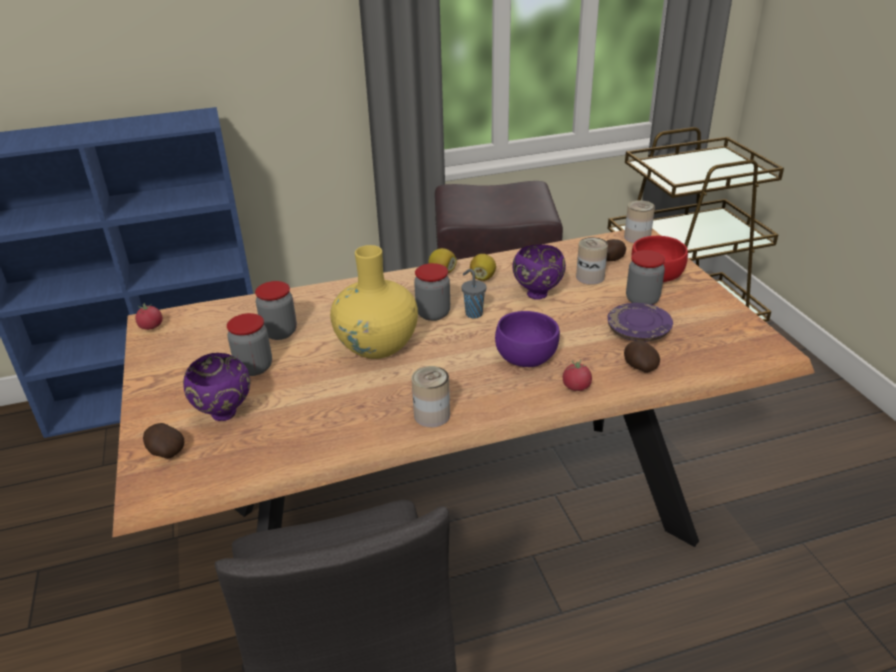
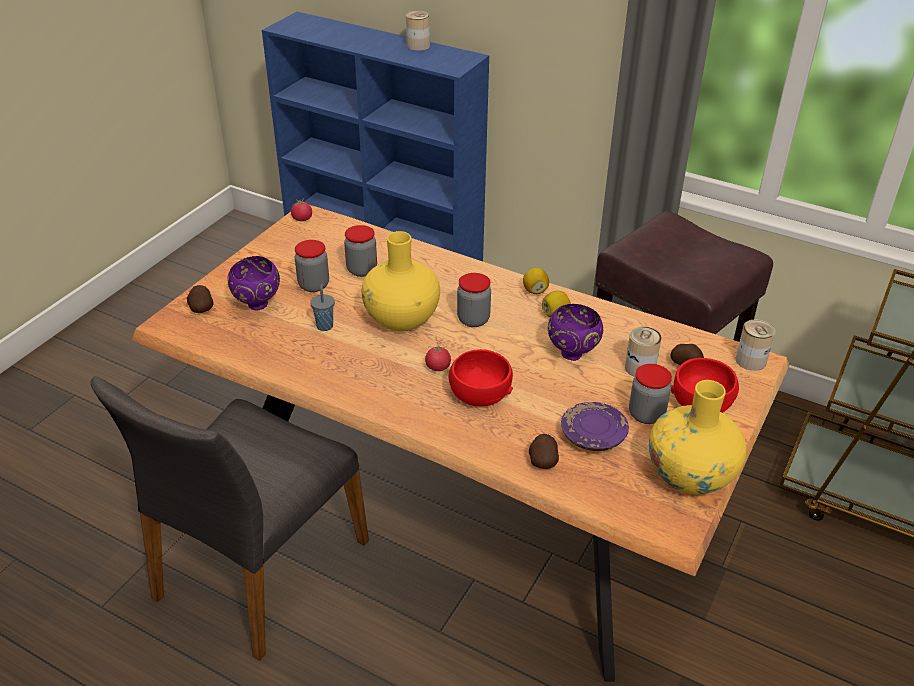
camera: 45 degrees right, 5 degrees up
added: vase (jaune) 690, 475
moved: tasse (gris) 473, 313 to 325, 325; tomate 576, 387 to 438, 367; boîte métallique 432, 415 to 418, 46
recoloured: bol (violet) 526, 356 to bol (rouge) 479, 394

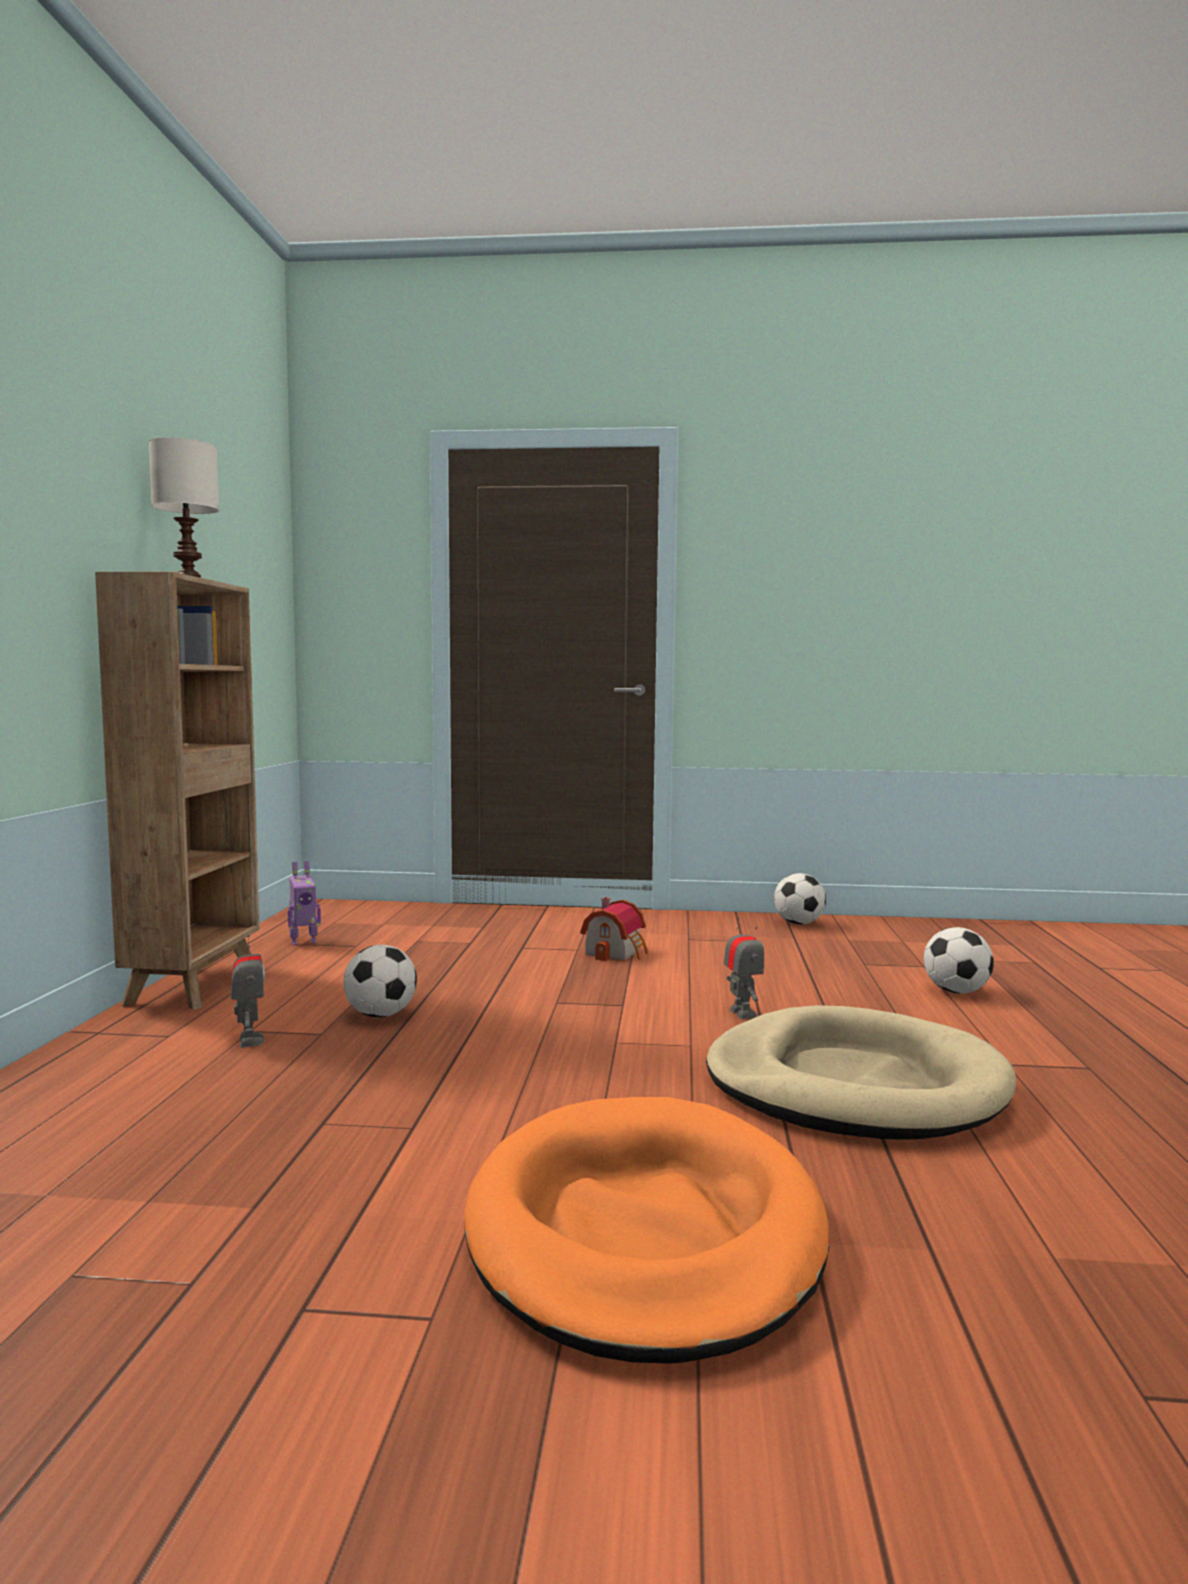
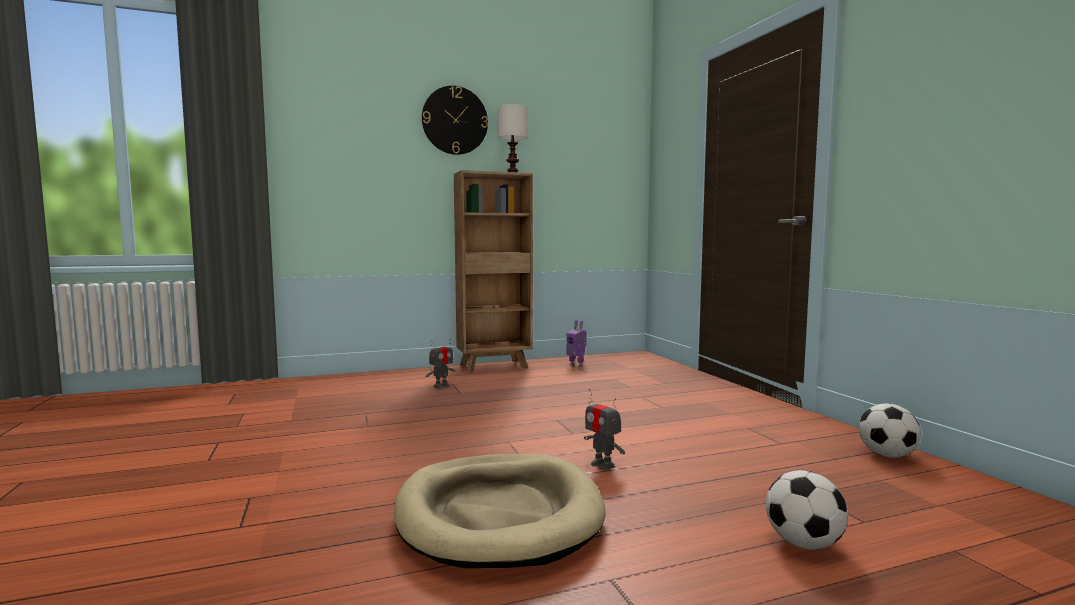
camera: 65 degrees right, 0 degrees up
removed: maison miniature 617, 952; ballon de foot 380, 1015; panier pour chien (orange) 644, 1231
added: horloge murale 455, 120
turned: robot jouet 742, 1013 = 602, 465 90 degrees clockwise

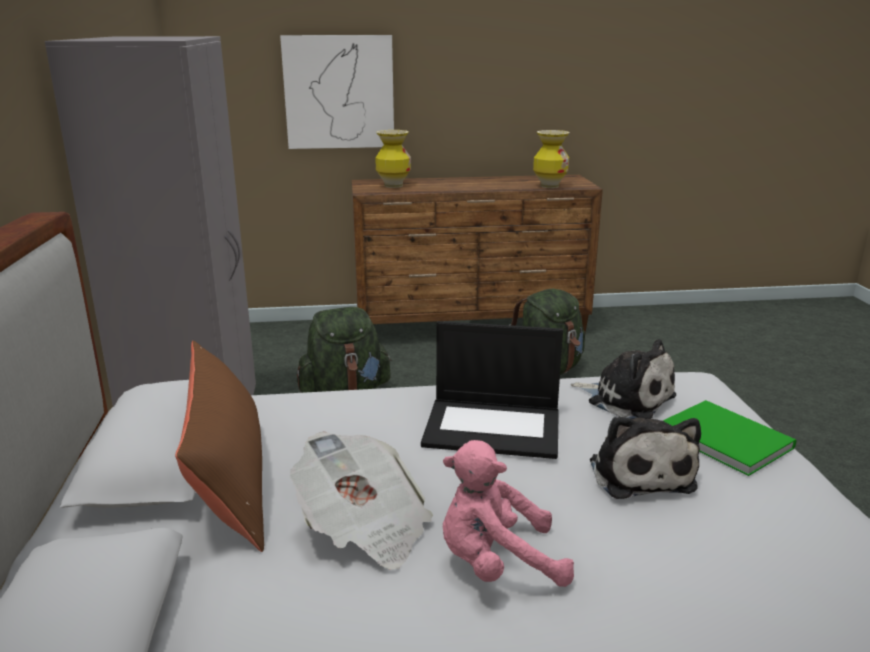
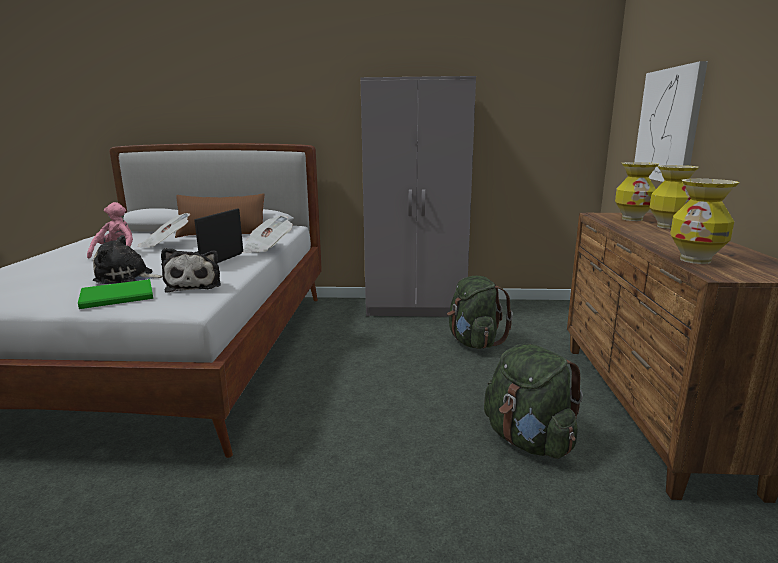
camera: 100 degrees right, 5 degrees down
added: vase 668, 226; journal 266, 248
turned: peluche 626, 398 = 195, 285 60 degrees counterclockwise

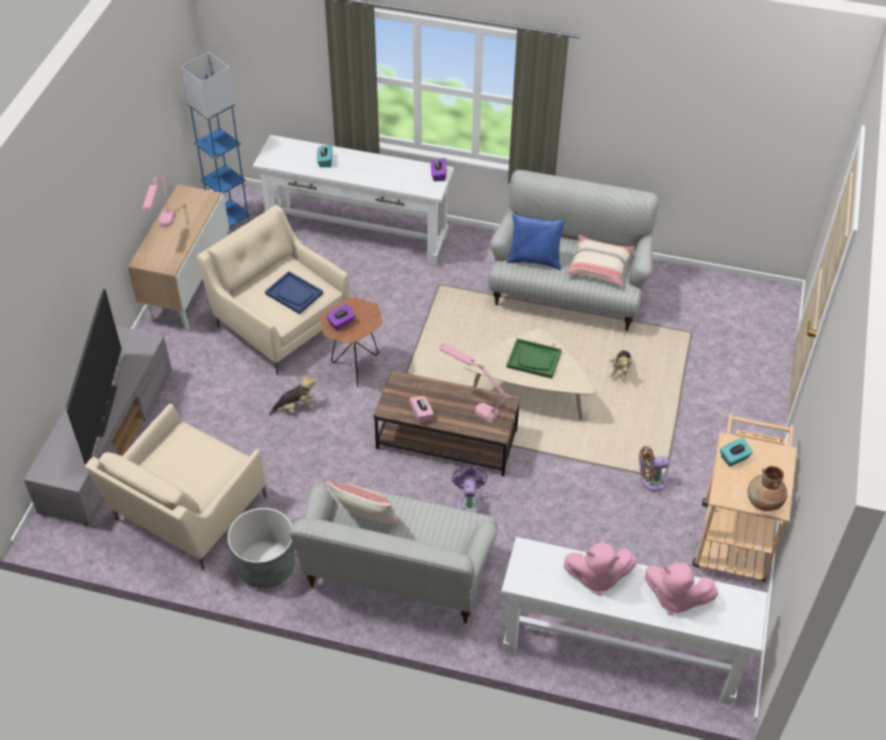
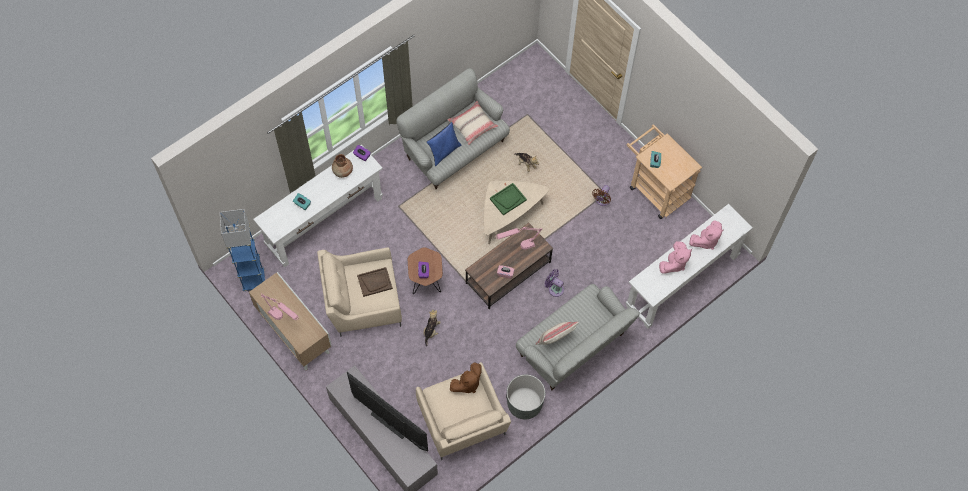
camera: 55 degrees left, 15 degrees up
added: peluche (marron) 467, 384
moved: vase (marron) 764, 502 to 343, 171
recoloured: plateau (bleu) 294, 294 to plateau (marron) 375, 282

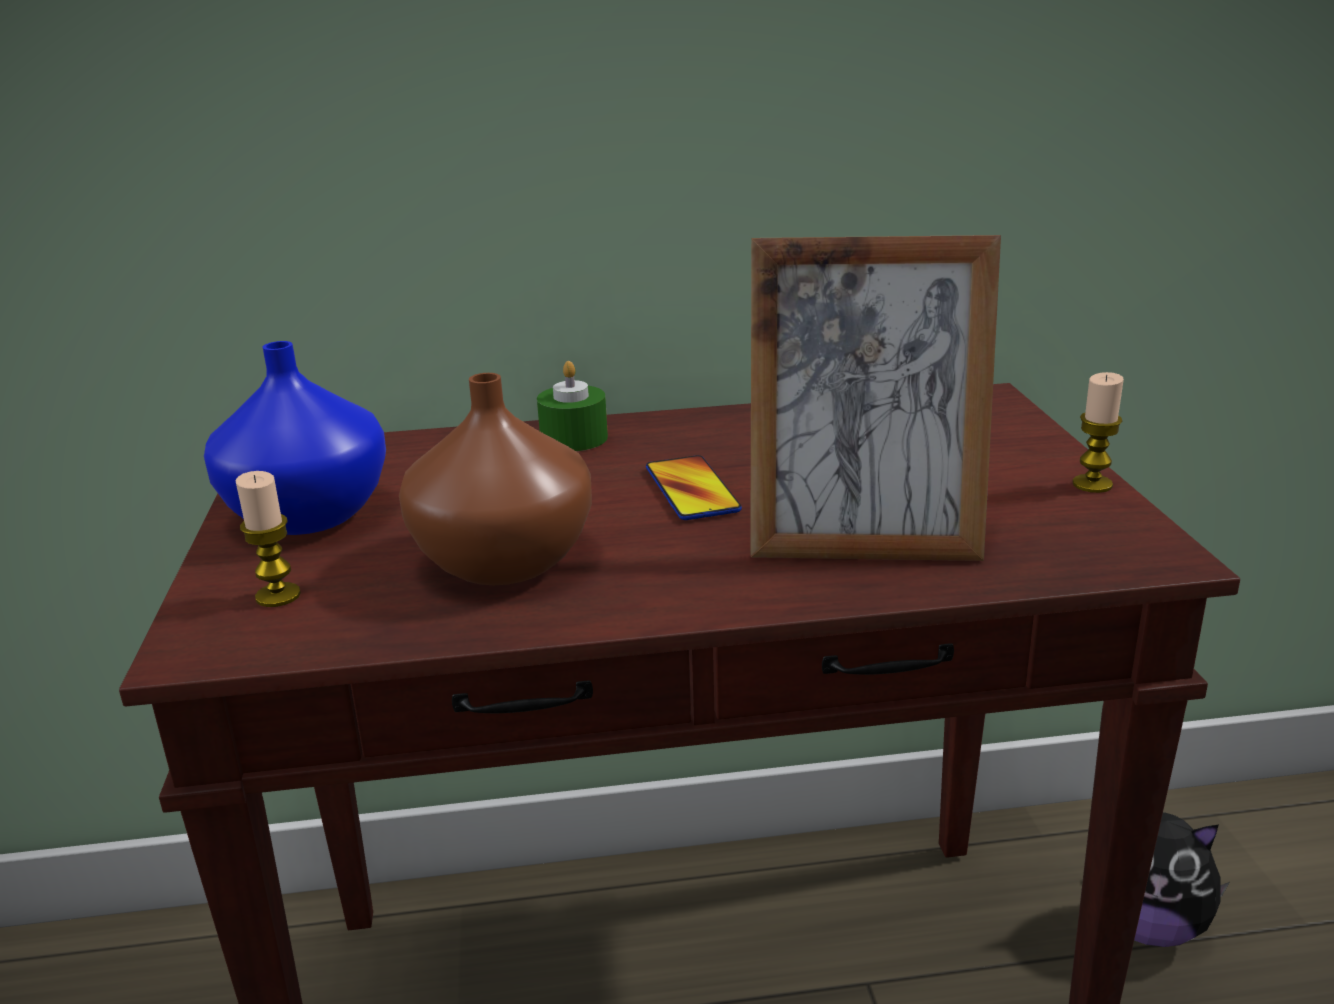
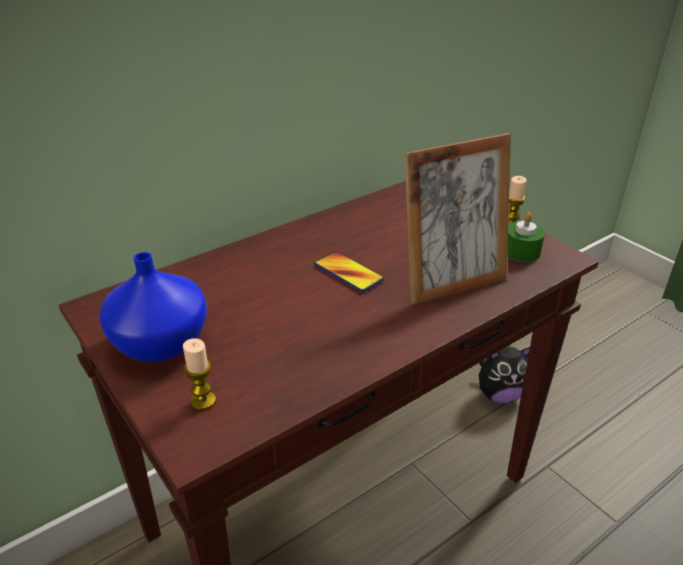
camera: 30 degrees left, 10 degrees up
removed: vase (marron) 500, 561
moved: bougie (vert) 574, 438 to 521, 251

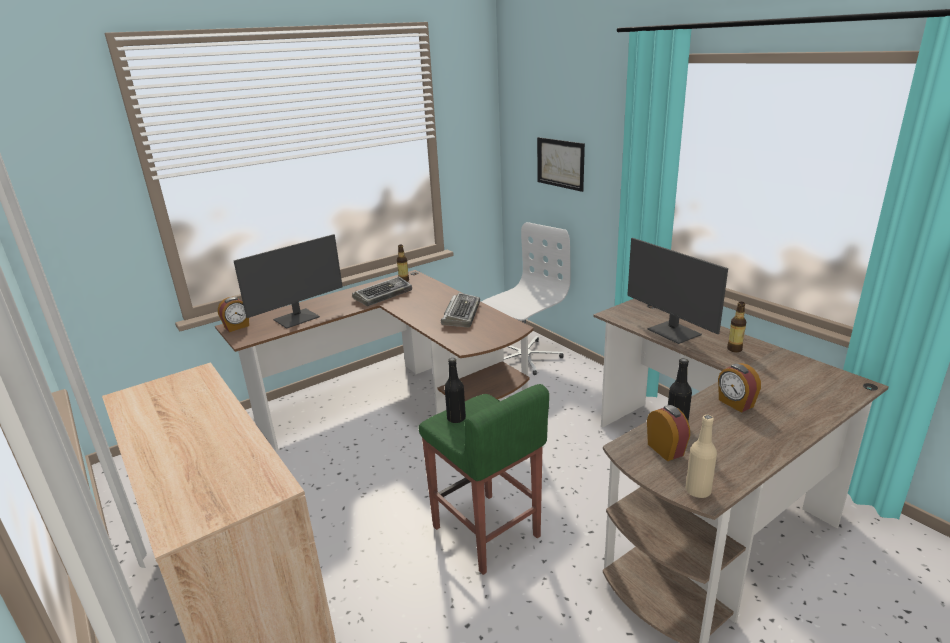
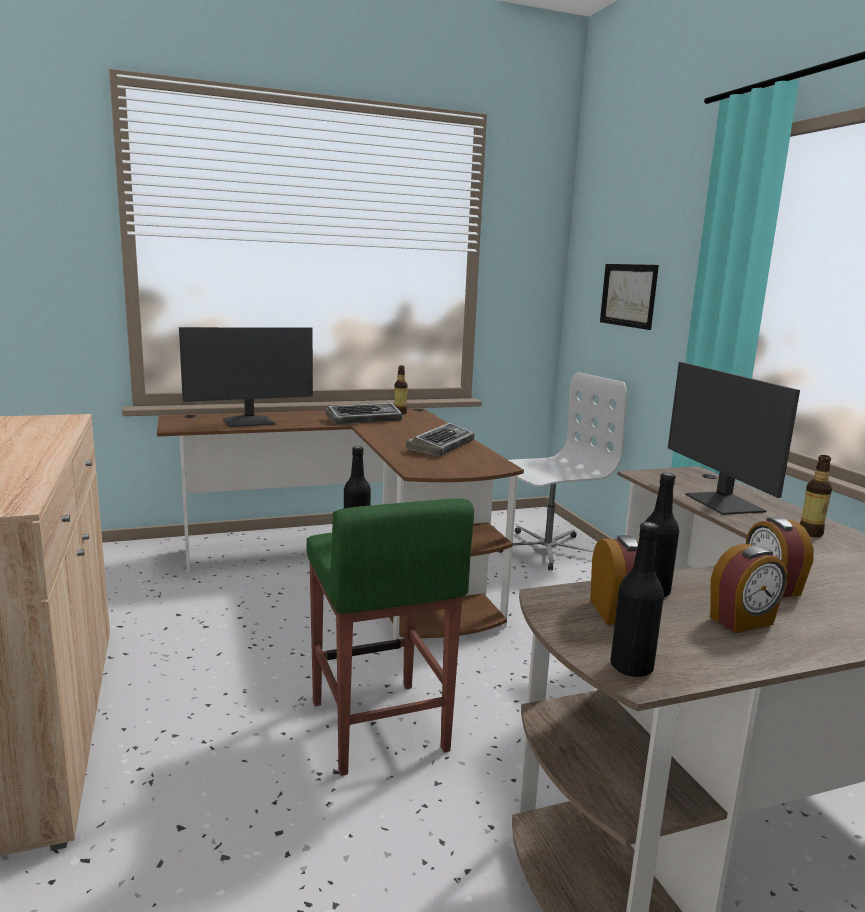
camera: 15 degrees right, 10 degrees down
moved: réveil 237, 327 to 742, 621
recoloured: bouteille (beige) 698, 491 to bouteille (noir) 631, 667

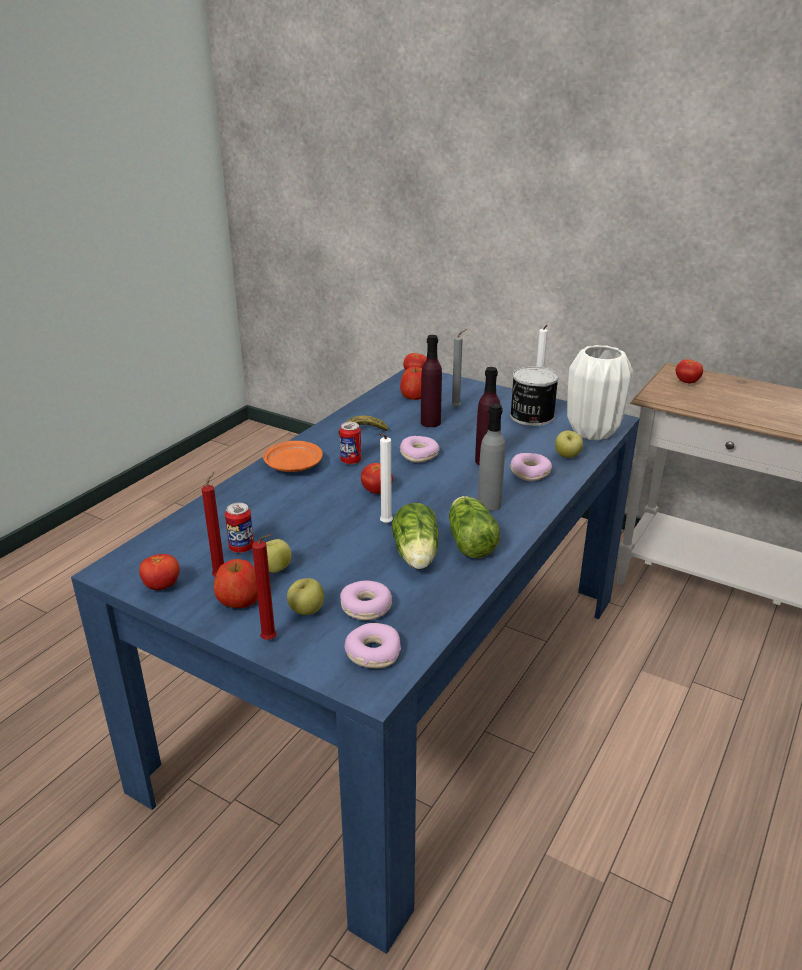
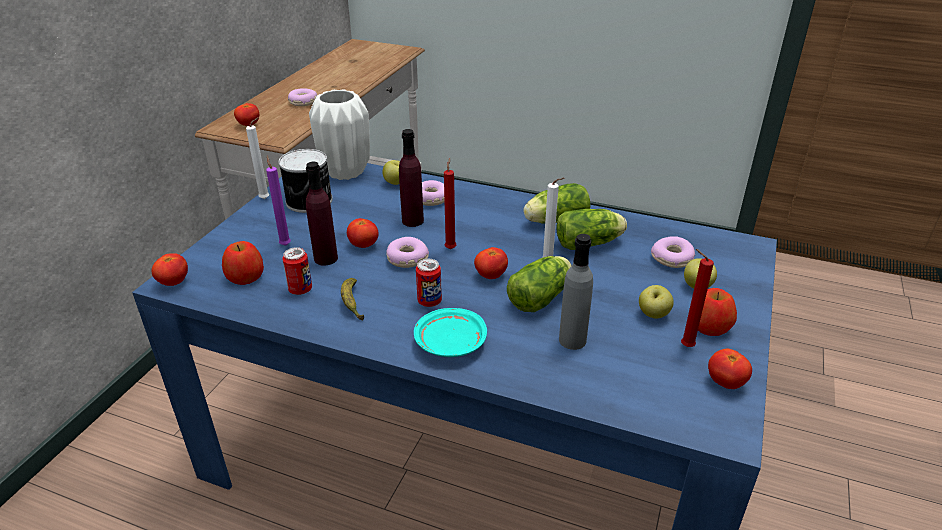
camera: 100 degrees left, 5 degrees up
added: tomate 363, 245; laitue 542, 297
moved: bouteille (gris) 489, 504 to 572, 340; boîte métallique 241, 548 to 300, 289; bougie (rouge) 271, 640 to 451, 248; beignet 372, 653 to 303, 102
recoloured: bougie (gris) 457, 407 to bougie (violet) 285, 244; assiette (orange) 293, 465 to assiette (turquoise) 450, 343

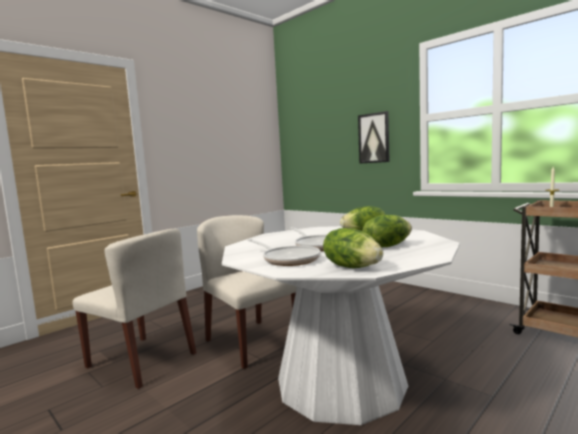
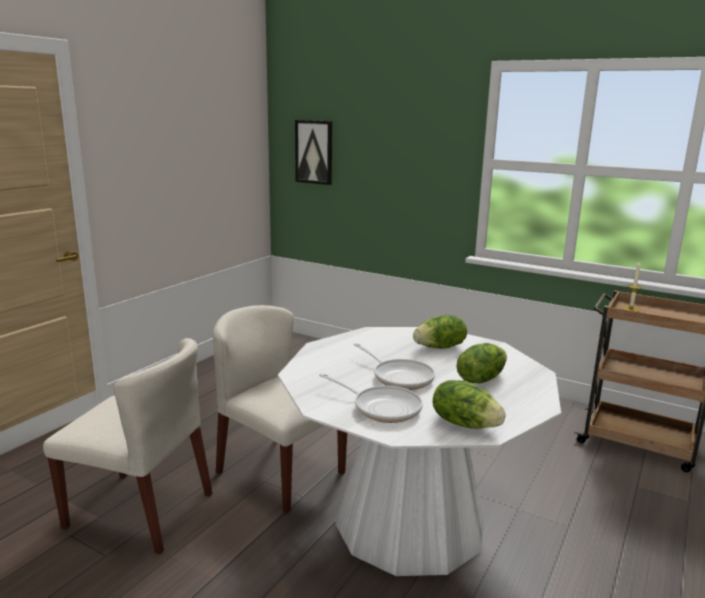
camera: 15 degrees left, 10 degrees up
moved: tableau 374, 138 to 314, 152

